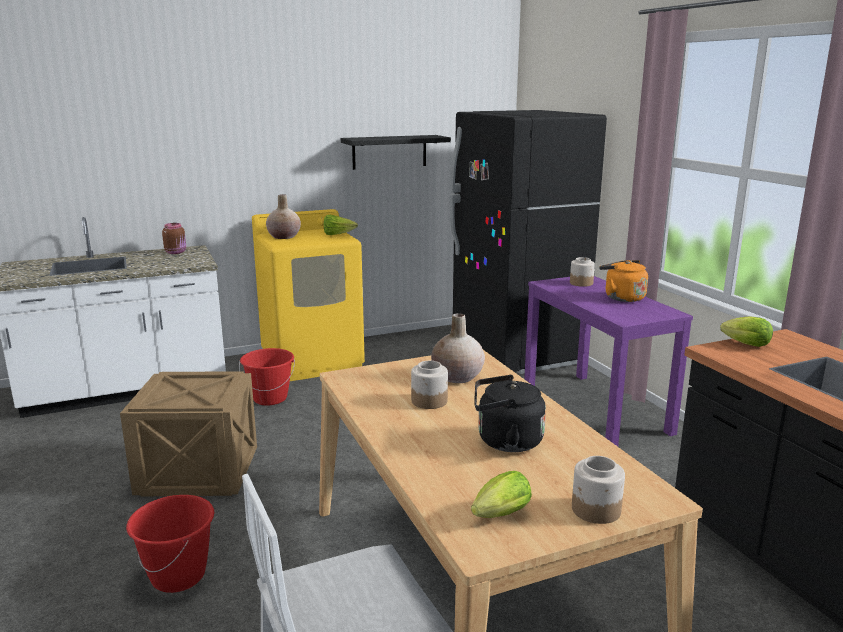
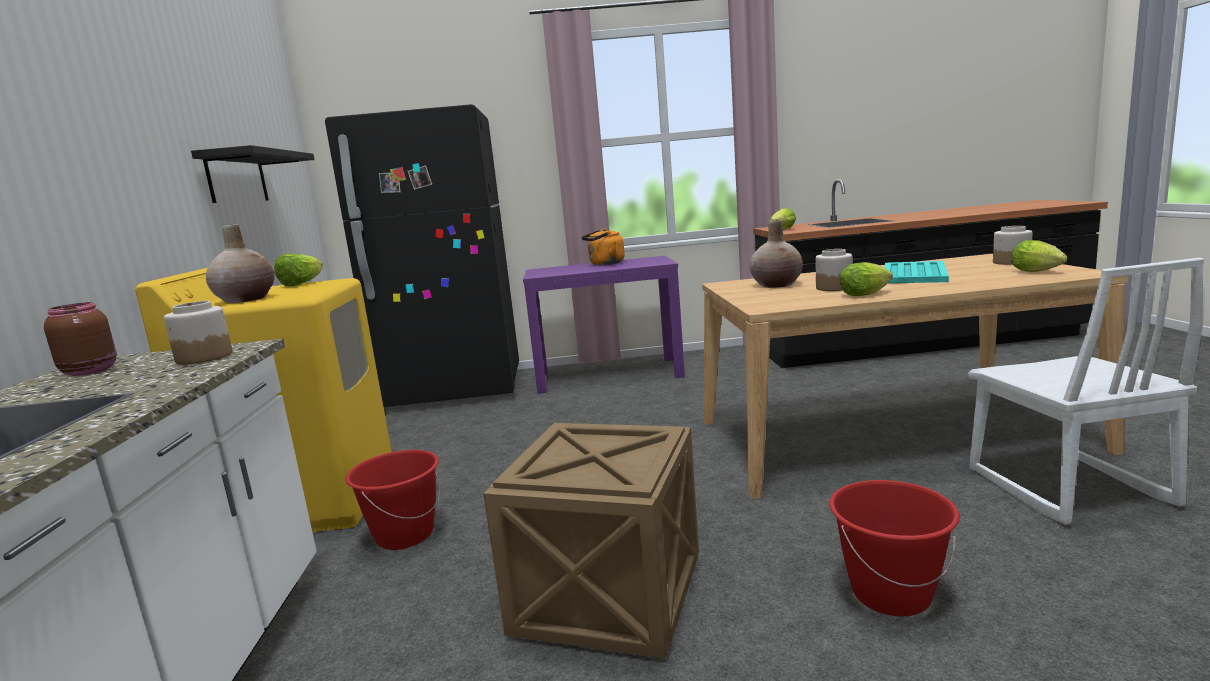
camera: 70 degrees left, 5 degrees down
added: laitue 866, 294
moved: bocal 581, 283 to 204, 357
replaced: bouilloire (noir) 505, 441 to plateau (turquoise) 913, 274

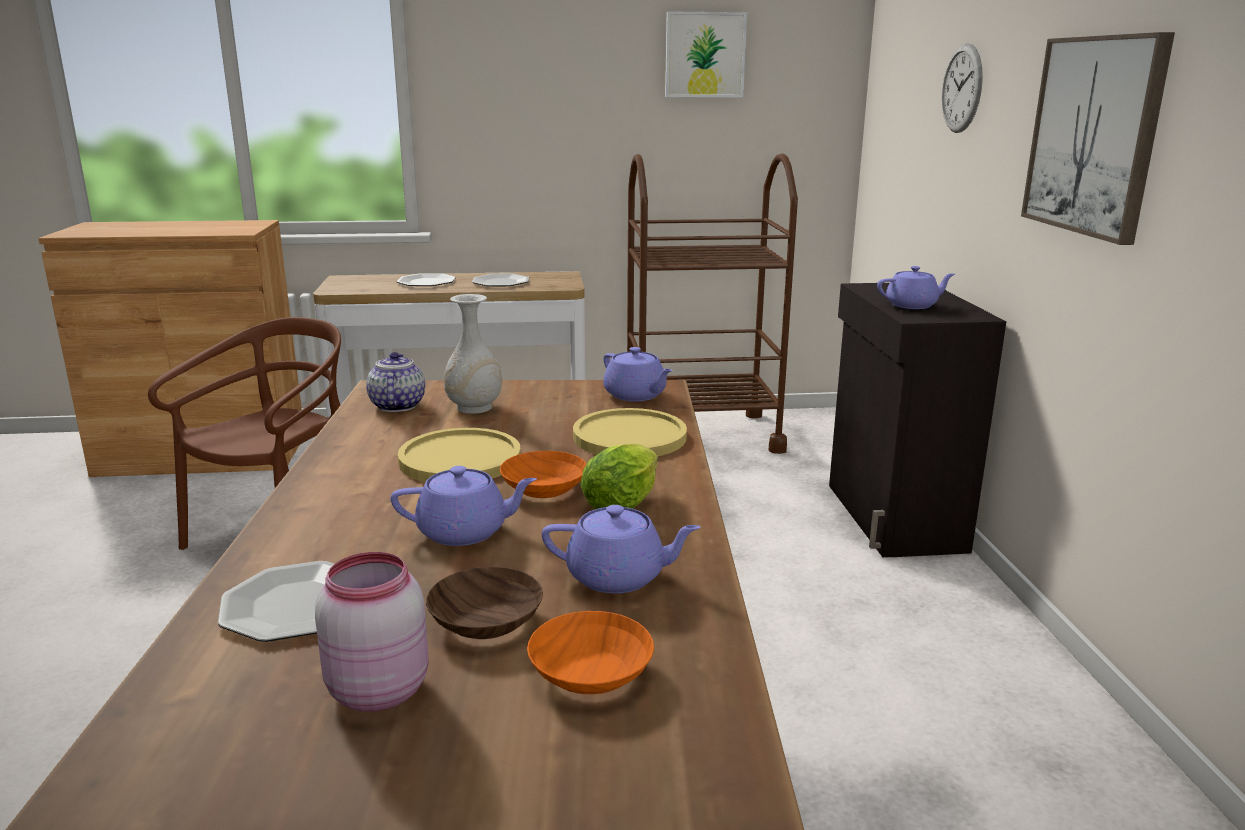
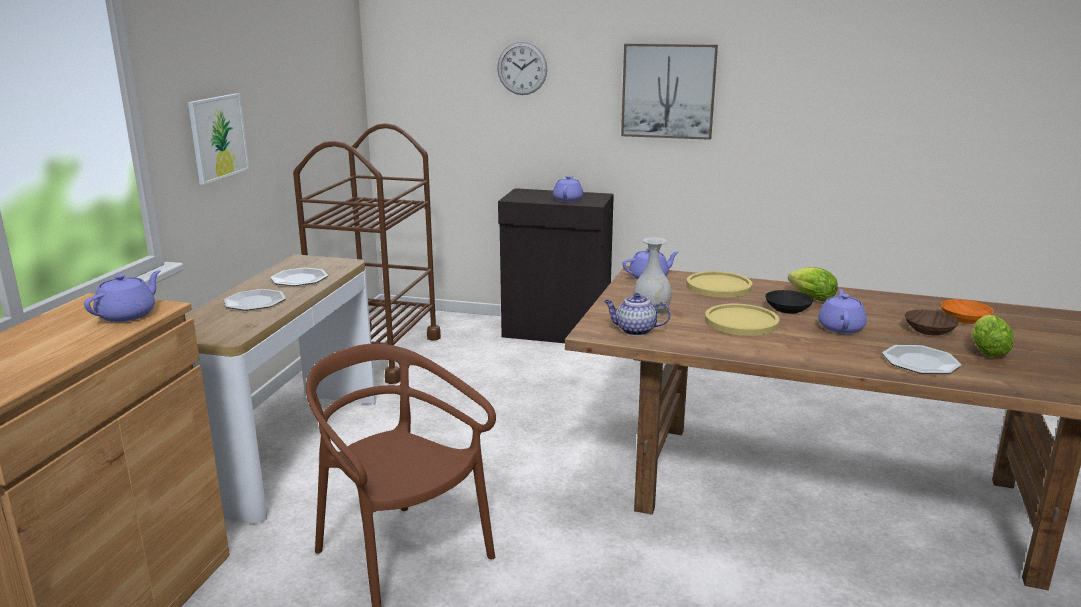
camera: 70 degrees left, 0 degrees up
moved: tableau 705, 55 to 218, 137; théière (violet) 618, 577 to 128, 315
replaced: bocal (rose) 376, 689 to laitue 986, 350
recoloured: bol (orange) 541, 488 to bol (noir) 787, 309

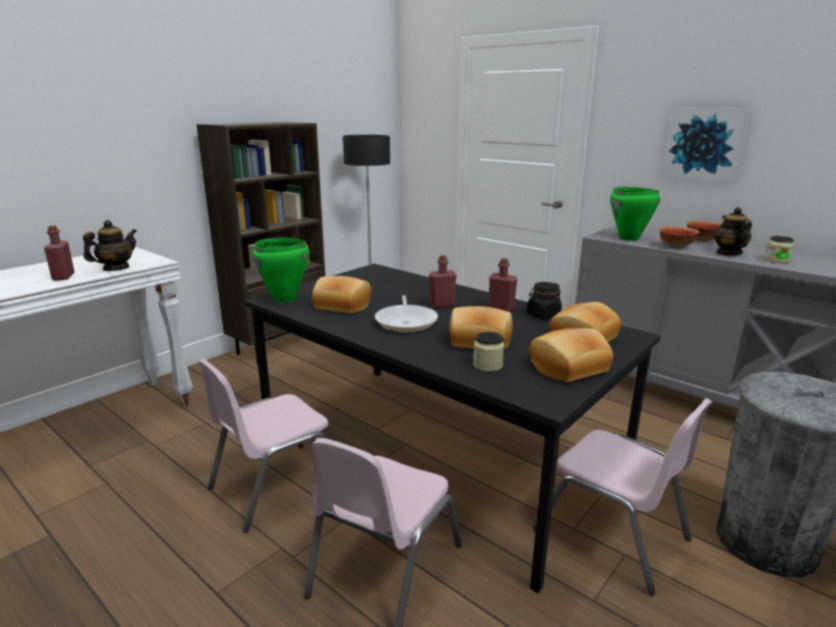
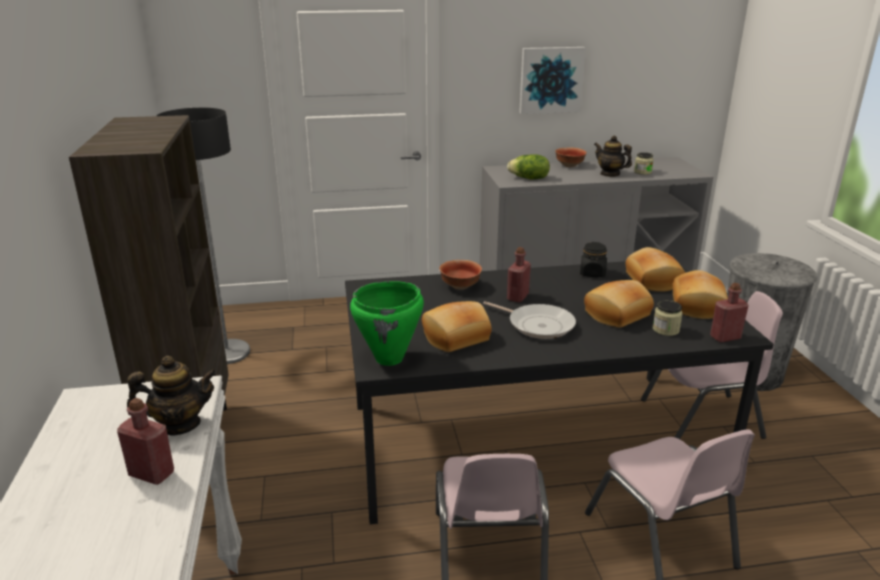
camera: 50 degrees left, 5 degrees up
moved: bol 676, 247 to 461, 286; bouteille (rouge) 501, 309 to 725, 337
replaced: marmite (vert) 629, 238 to laitue 529, 178
turned: théière 116, 268 = 179, 424 90 degrees clockwise

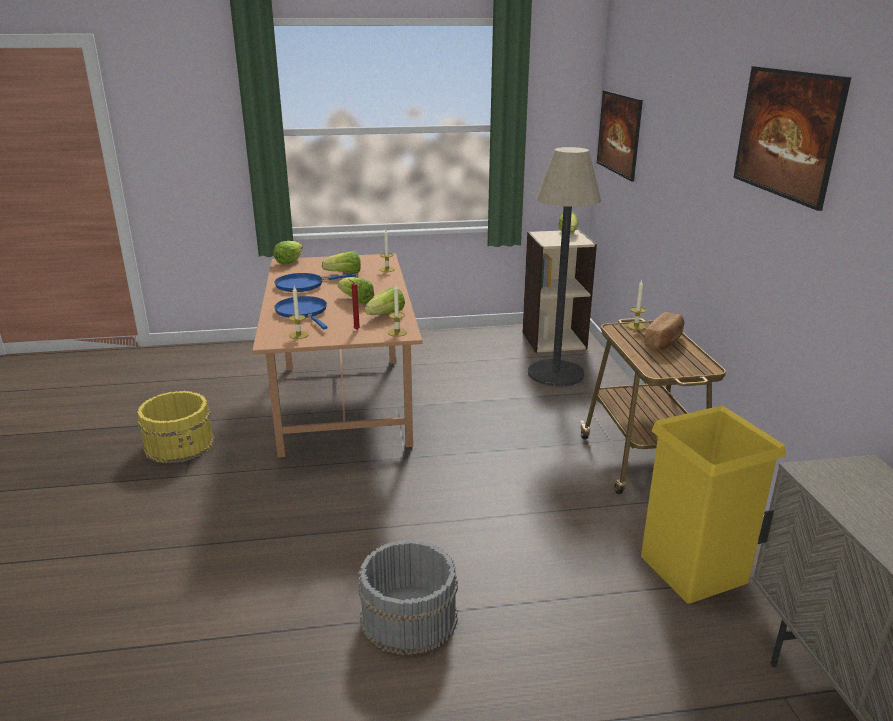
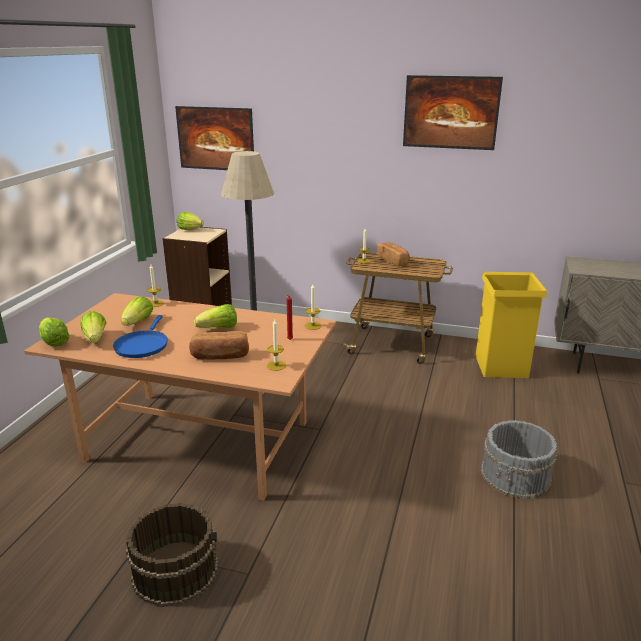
camera: 65 degrees left, 0 degrees up
moved: laitue 386, 315 to 95, 339
replaced: poêle (bleu) 303, 312 to pain 220, 356
recoloured: seau (jaune) 180, 444 to seau (marron) 175, 570

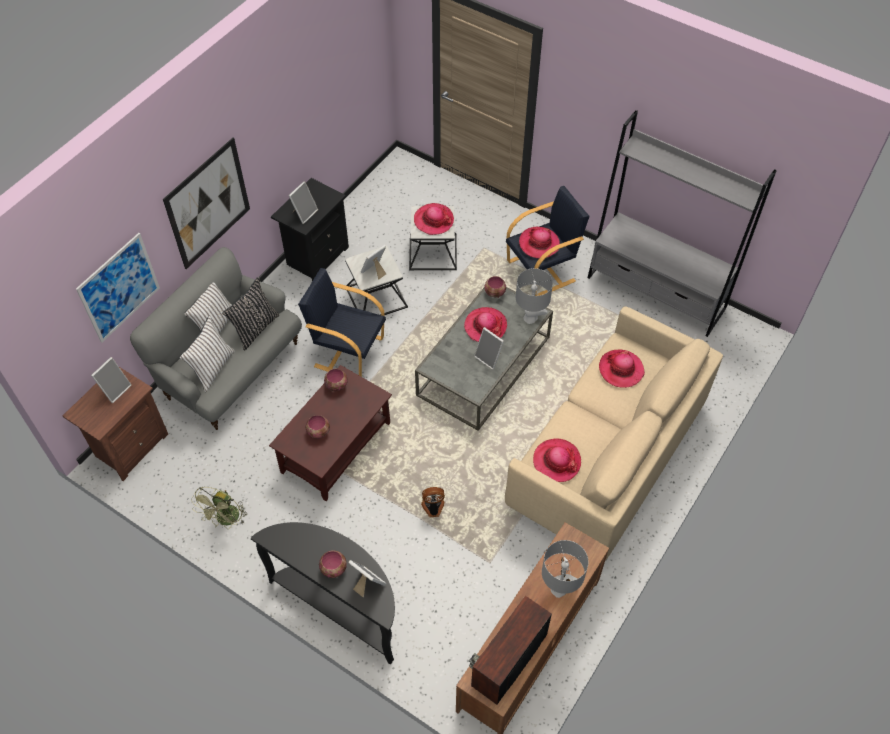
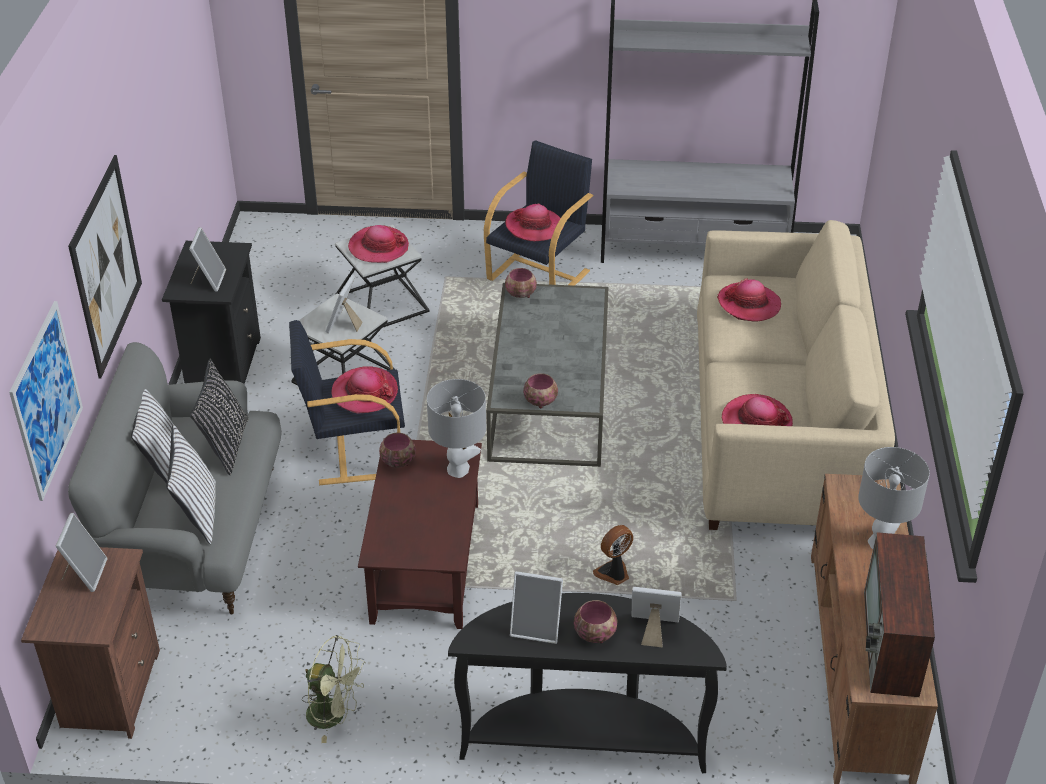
camera: 30 degrees left, 15 degrees down
moved: lampe de table (gris) 530, 318 to 458, 469; chapeau 485, 326 to 364, 392; cadre photo 489, 358 to 537, 627; bol 319, 432 to 541, 401
turned: ventilateur (vert) 226, 520 = 334, 715 60 degrees counterclockwise

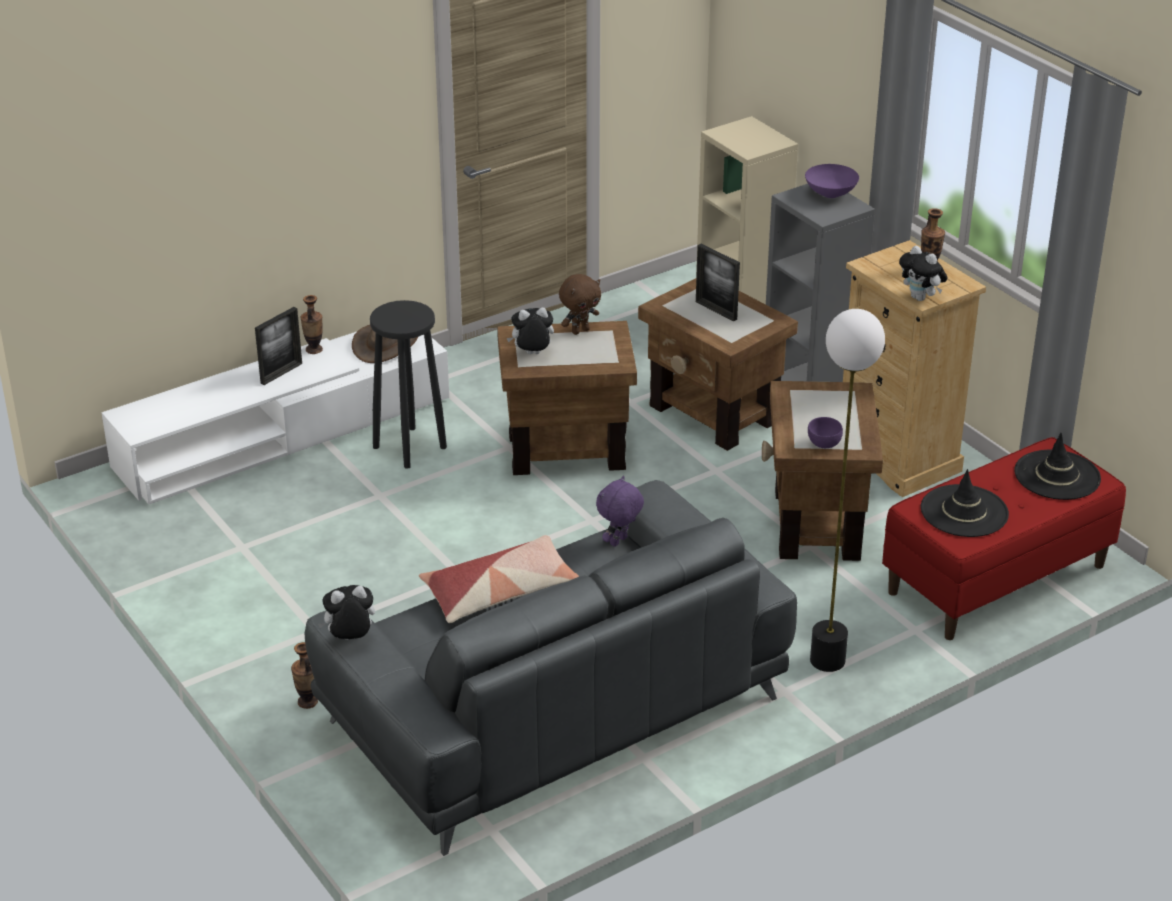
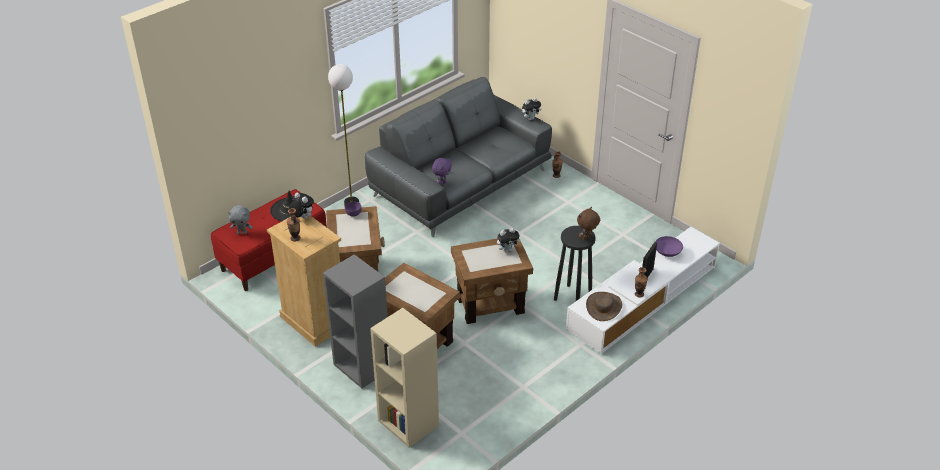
camera: 170 degrees right, 5 degrees up
removed: cadre photo 716, 310; coussin 500, 591
moved: bol (violet) 831, 194 to 667, 253; peluche (marron) 580, 330 to 587, 238
replaced: chapeau (noir) 1057, 476 to peluche (gris) 242, 233

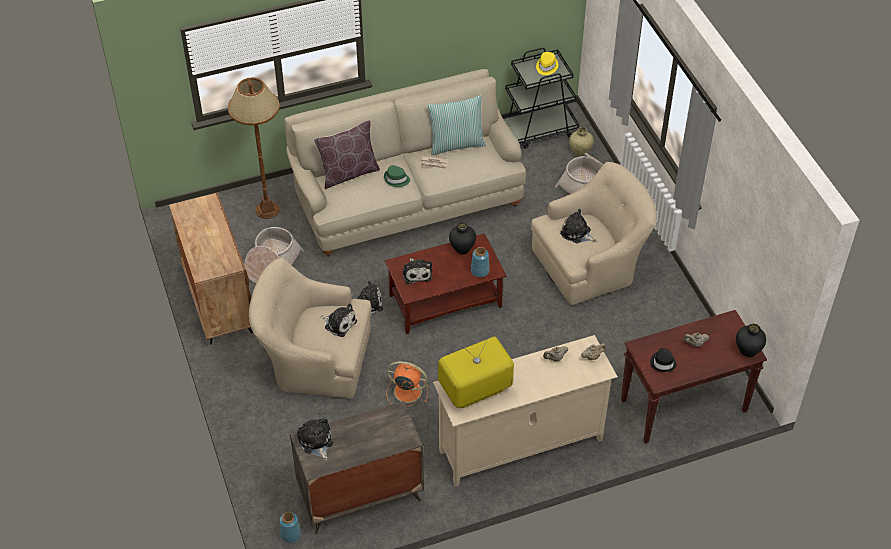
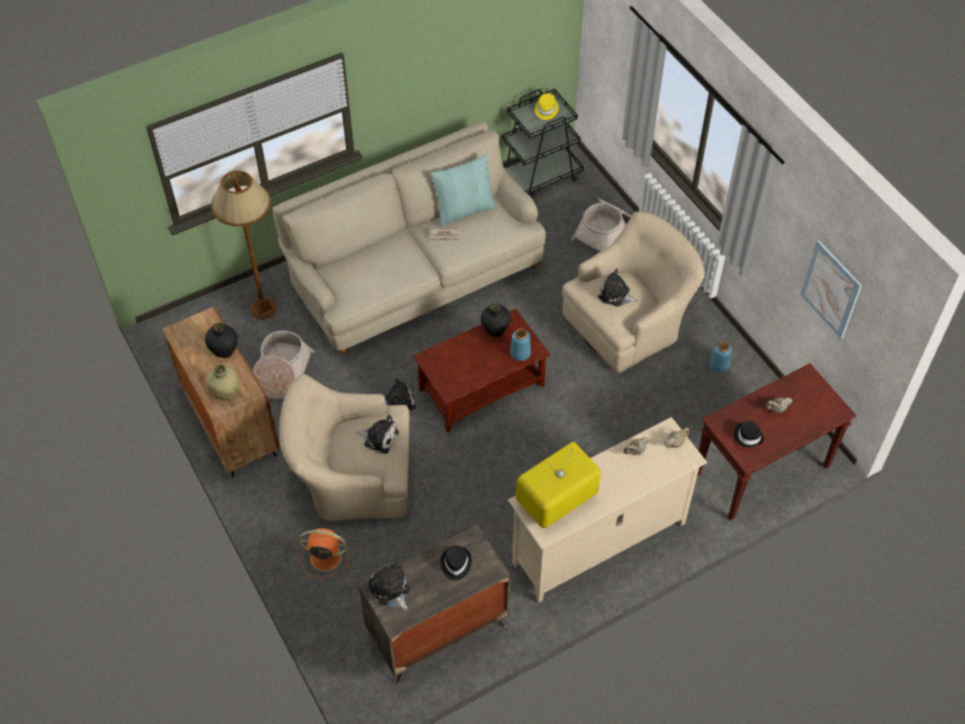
camera: 10 degrees left, 5 degrees up
removed: coussin (marron) 348, 173; chapeau (vert) 396, 179; peluche 417, 273
added: tableau 831, 289; chapeau (noir) 455, 564
moved: vase (beige) 580, 152 to 226, 393; vase (noir) 747, 351 to 224, 351; ventilateur (orange) 406, 391 to 324, 557; vase (bleu) 291, 534 to 719, 365

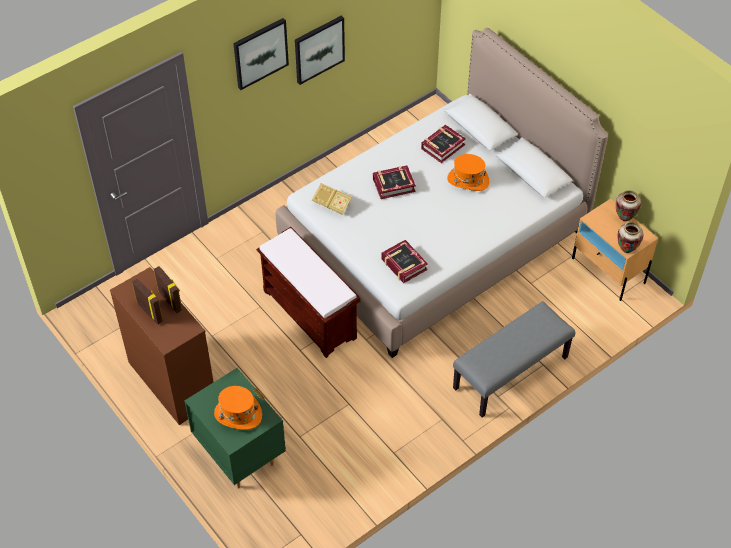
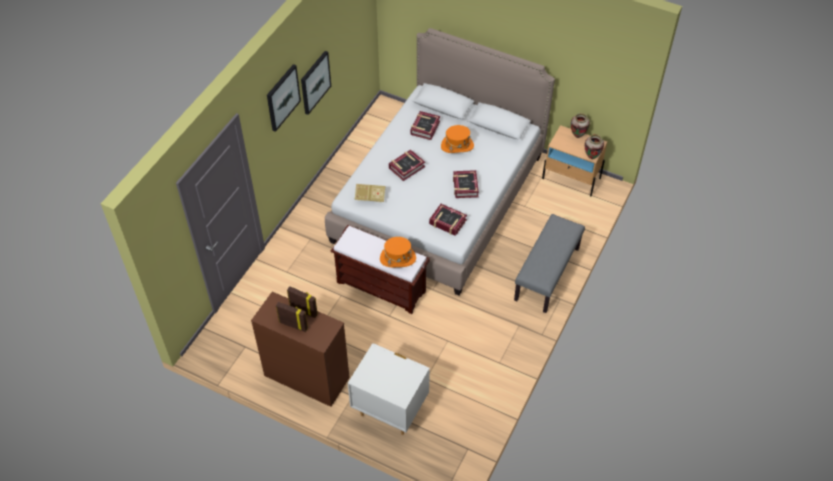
camera: 25 degrees left, 0 degrees up
added: livre 465, 186
moved: chapeau (orange) 238, 414 to 397, 258
recoloured: table de chevet (vert) 240, 455 to table de chevet (blanc) 390, 410

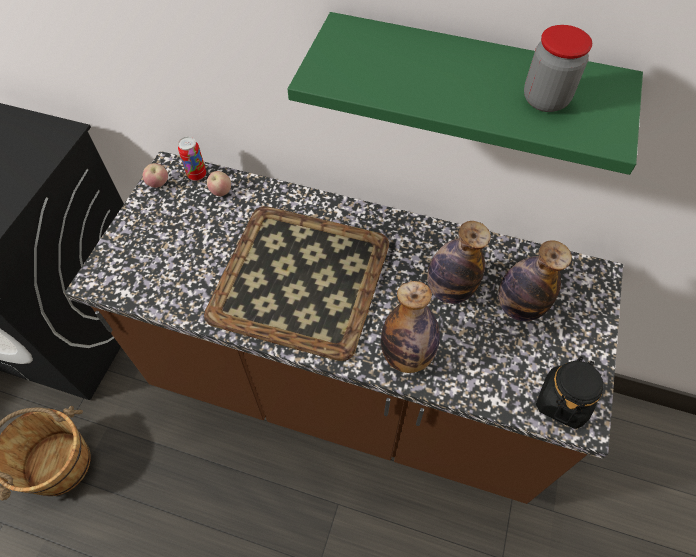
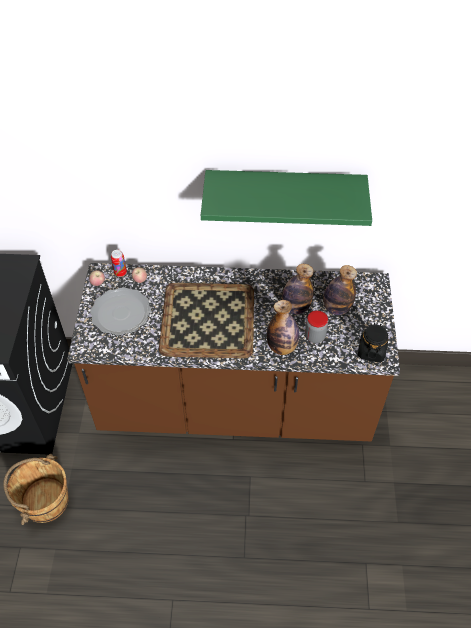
camera: 15 degrees left, 5 degrees down
added: assiette 121, 313
moved: bocal 545, 100 to 315, 336

